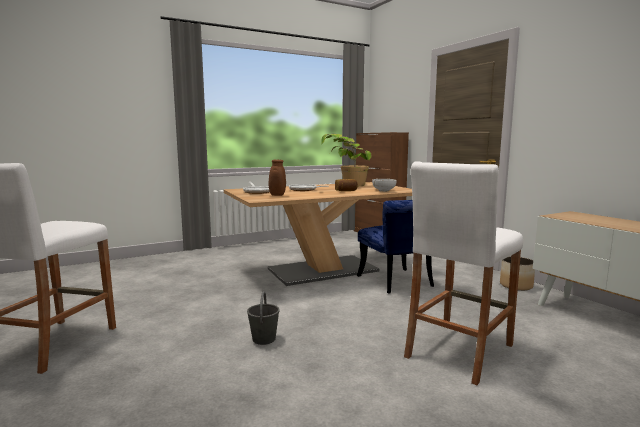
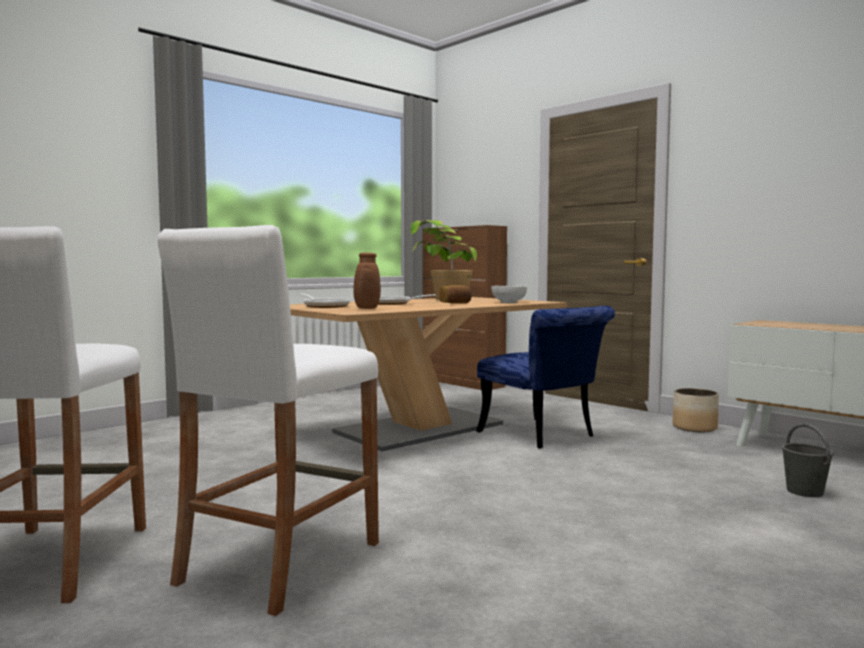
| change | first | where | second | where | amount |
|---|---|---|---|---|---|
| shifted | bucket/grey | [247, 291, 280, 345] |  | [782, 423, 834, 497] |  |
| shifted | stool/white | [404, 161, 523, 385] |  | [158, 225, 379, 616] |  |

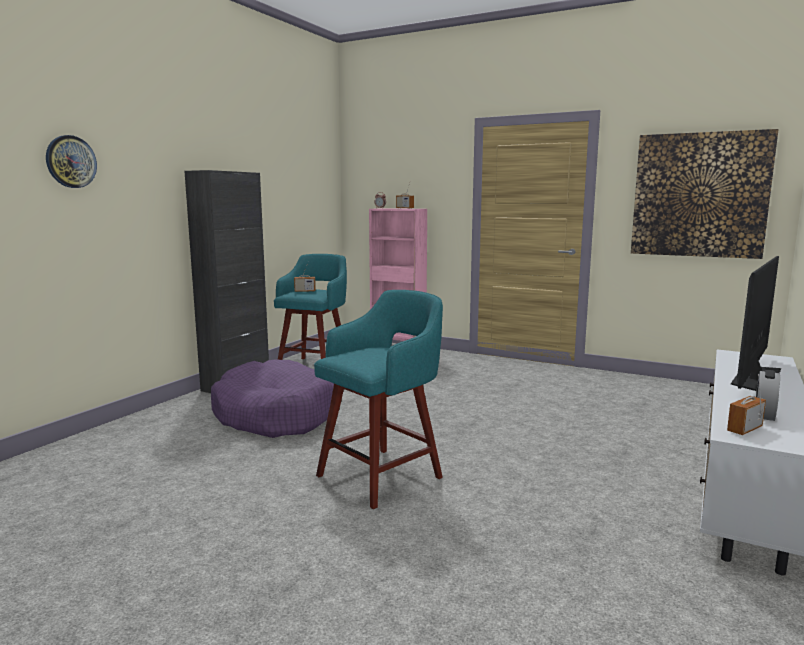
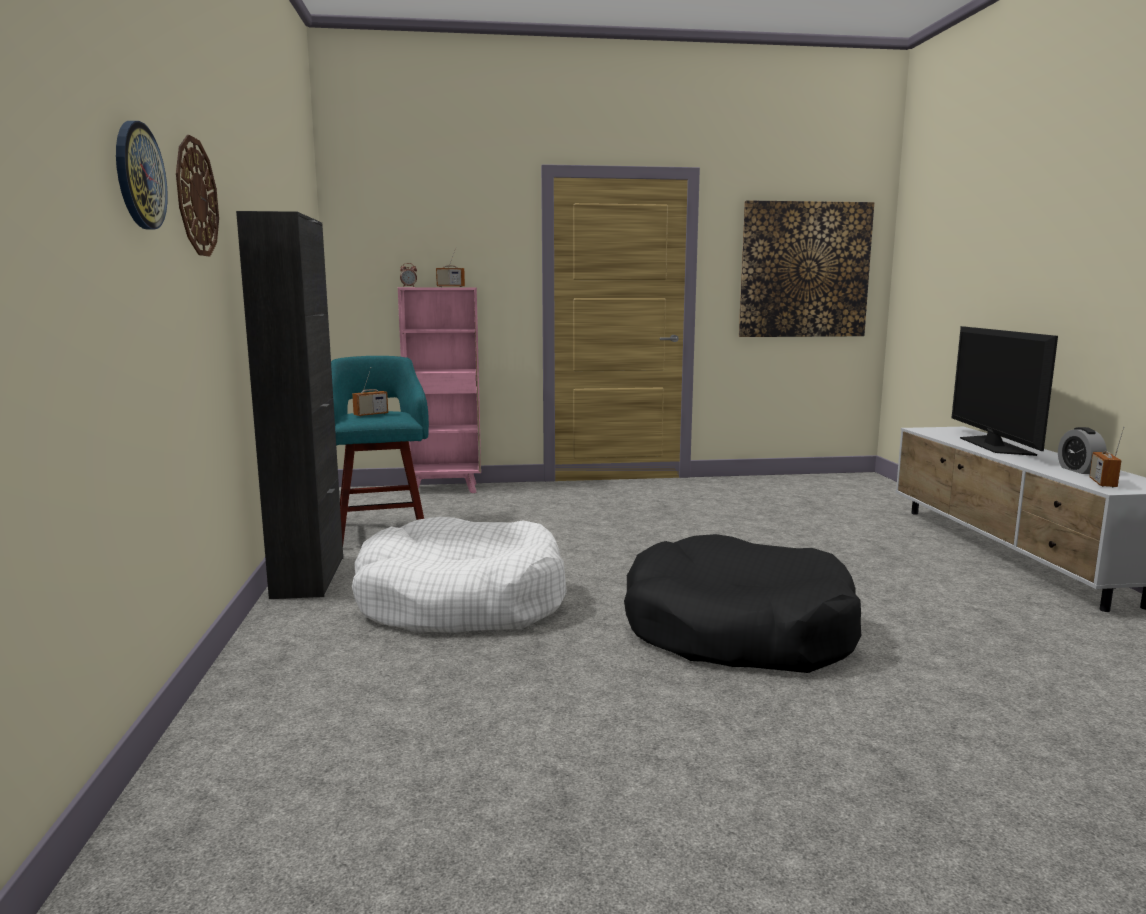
| change | first | where | second | where | amount |
|---|---|---|---|---|---|
| new |  |  | wall clock | [176, 135, 219, 256] |  |
| swapped | stool/turquoise | [314, 290, 443, 509] | dog bed/black | [624, 534, 861, 673] |  |
| repainted | dog bed/purple | [211, 359, 334, 438] | dog bed/white | [352, 517, 567, 633] |  |

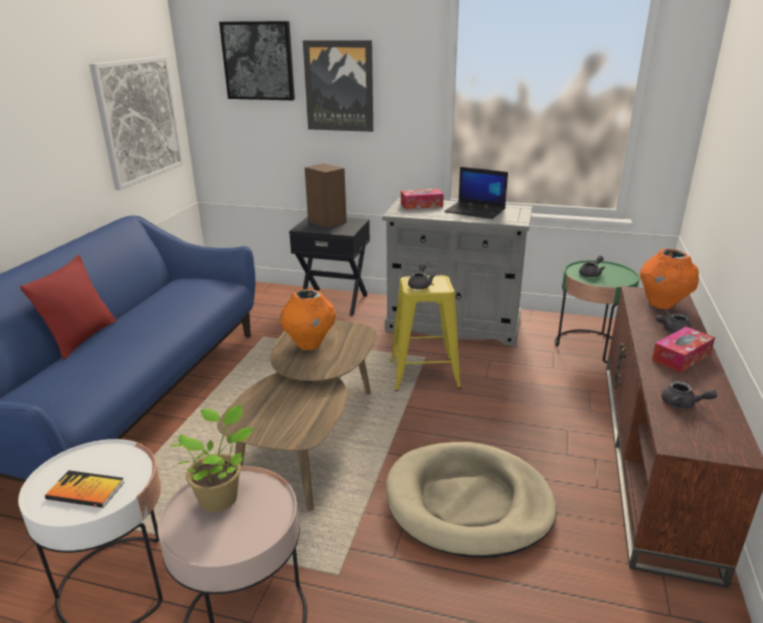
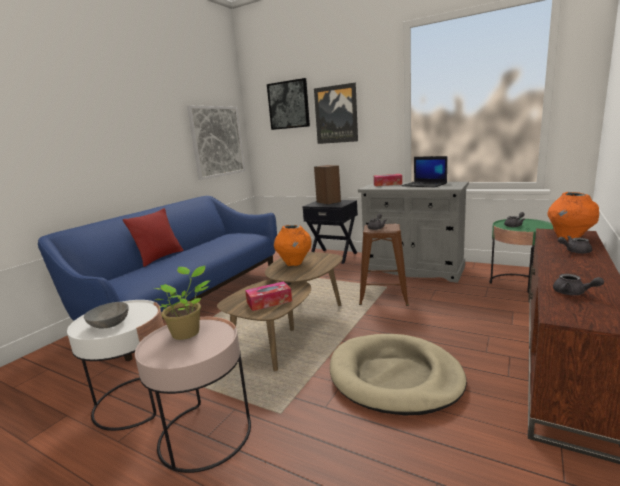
| change | first | where | second | where | amount |
|---|---|---|---|---|---|
| shifted | tissue box | [652, 326, 715, 373] |  | [245, 281, 292, 311] |  |
| swapped | book | [45, 470, 125, 508] | bowl/grey | [84, 302, 129, 328] |  |
| repainted | stool/yellow | [391, 275, 461, 391] | stool/brown | [359, 224, 409, 306] |  |

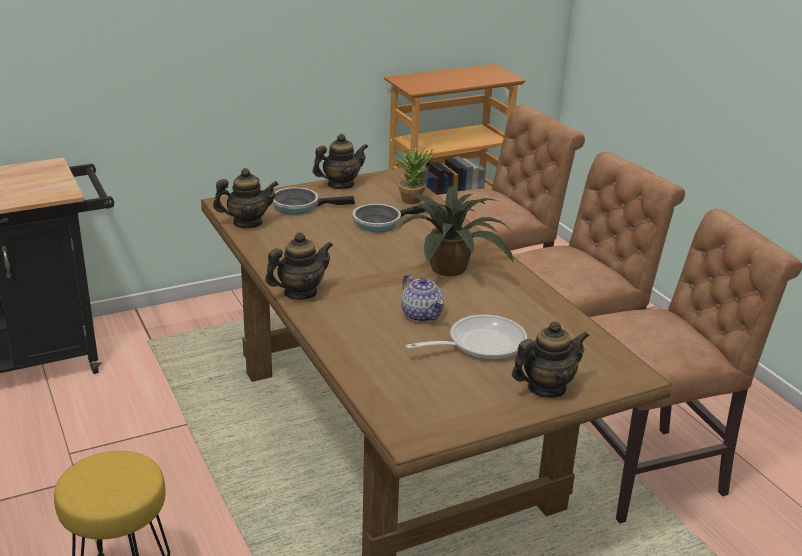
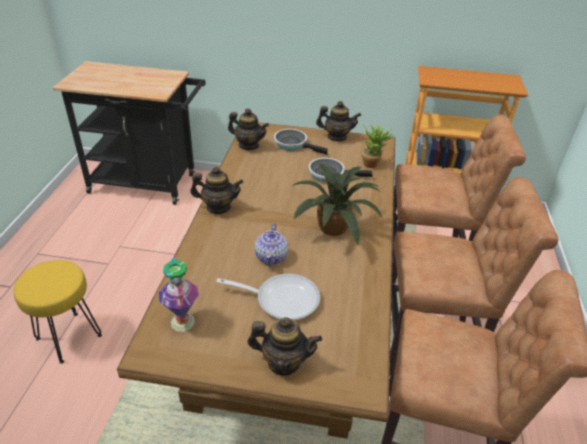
| change | first | where | second | where | amount |
|---|---|---|---|---|---|
| new |  |  | vase | [159, 258, 199, 332] |  |

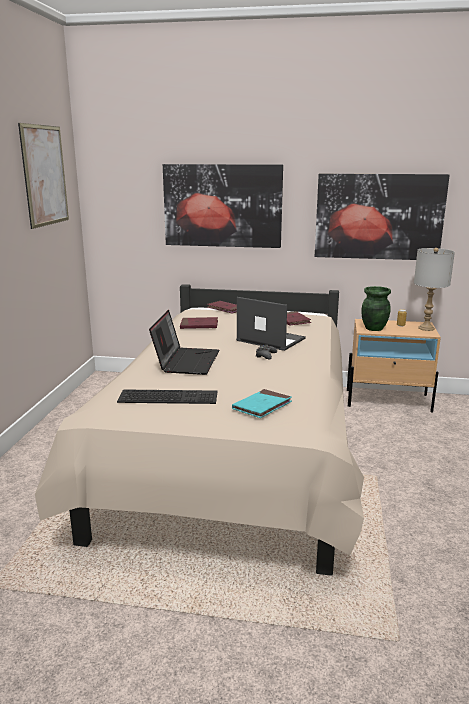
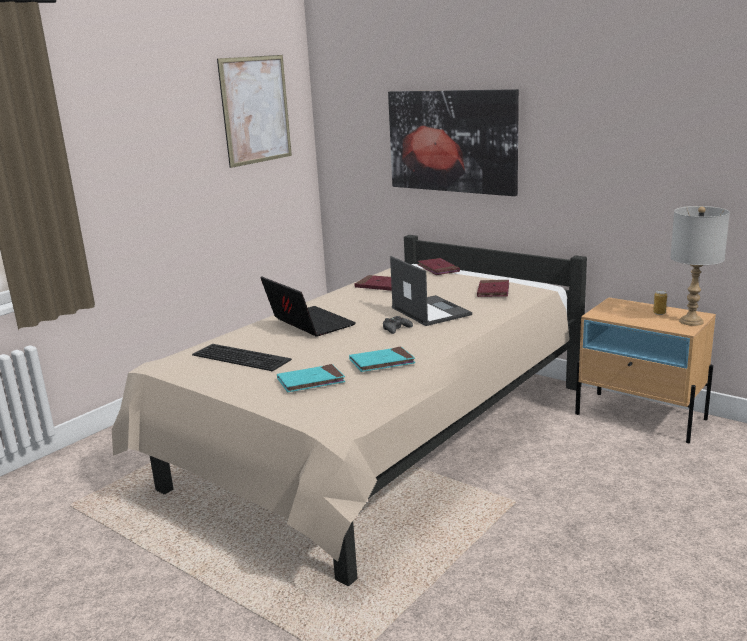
| change | first | where | second | where | amount |
|---|---|---|---|---|---|
| gone | picture | [315, 174, 450, 260] |  |  |  |
| gone | vase/green | [361, 286, 391, 331] |  |  |  |
| new |  |  | book/turquoise | [349, 347, 415, 372] |  |
| rotated | laptop | [149, 310, 219, 375] |  | [260, 276, 356, 337] | 75 degrees counterclockwise |

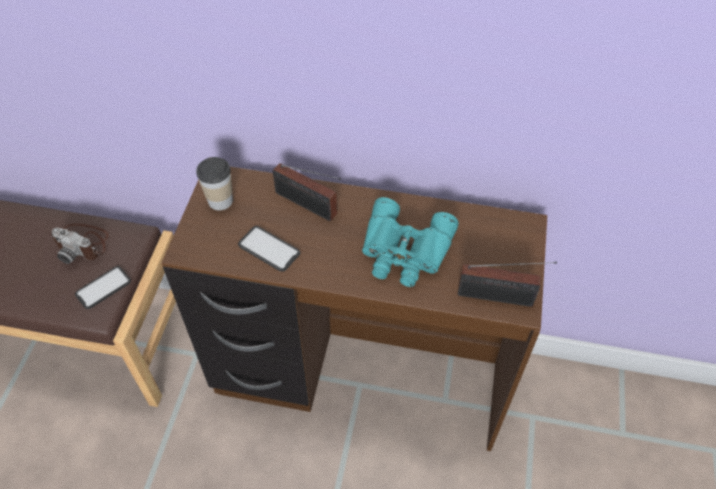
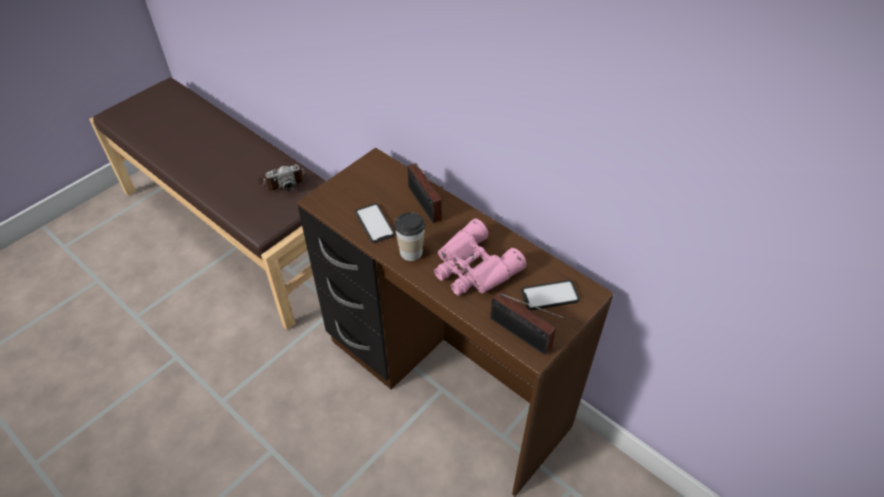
| change | first | where | second | where | amount |
|---|---|---|---|---|---|
| shifted | phone | [75, 266, 131, 309] |  | [521, 280, 580, 310] |  |
| shifted | cup | [196, 157, 233, 210] |  | [395, 212, 425, 261] |  |
| repainted | binoculars/turquoise | [362, 197, 458, 287] | binoculars/pink | [434, 219, 526, 295] |  |
| rotated | photo camera | [51, 223, 109, 264] |  | [258, 164, 306, 191] | 75 degrees counterclockwise |

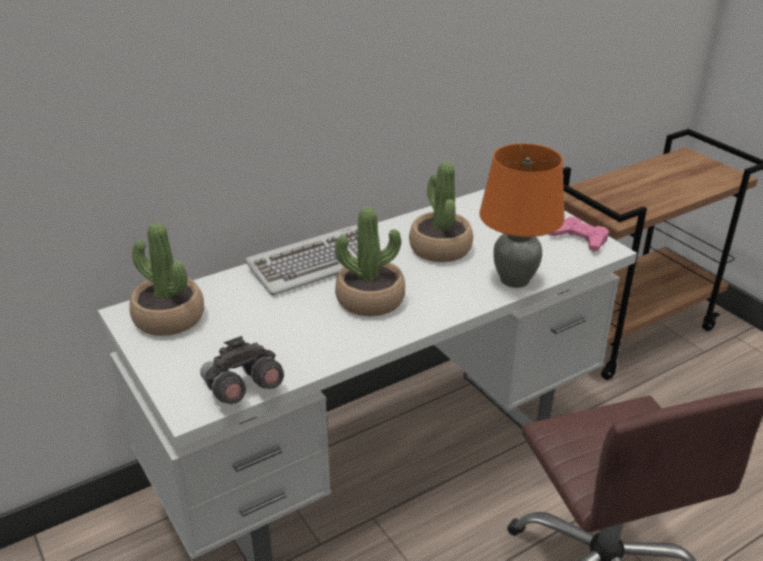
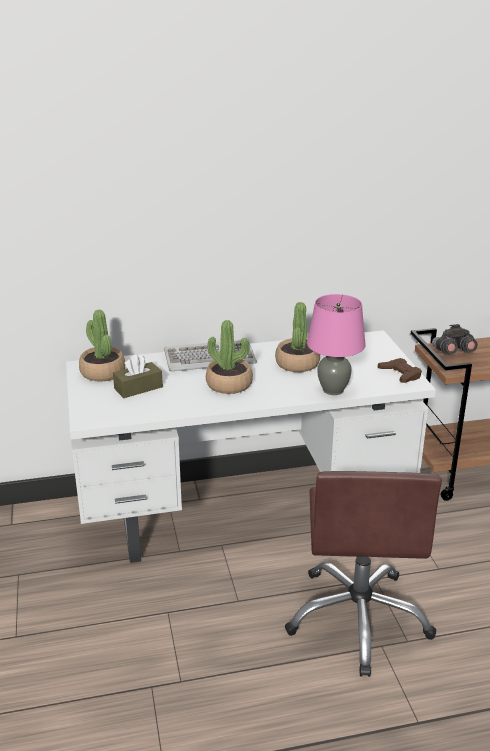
| change | first | where | second | where | amount |
|---|---|---|---|---|---|
| new |  |  | tissue box/brown | [113, 354, 163, 398] |  |
| shifted | binoculars/grey | [200, 336, 284, 404] |  | [432, 324, 478, 354] |  |
| repainted | table lamp/orange | [479, 143, 565, 288] | table lamp/pink | [307, 294, 366, 395] |  |
| repainted | game controller/pink | [548, 217, 609, 252] | game controller/brown | [378, 358, 422, 383] |  |

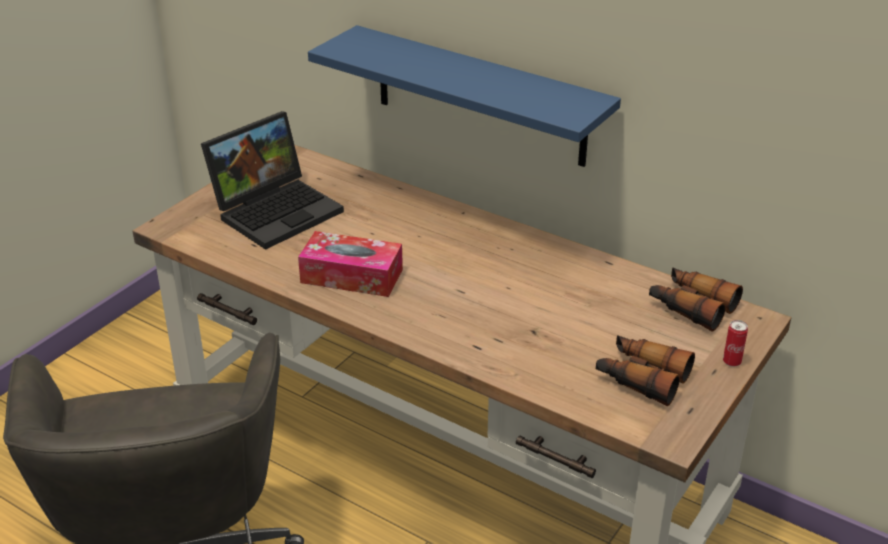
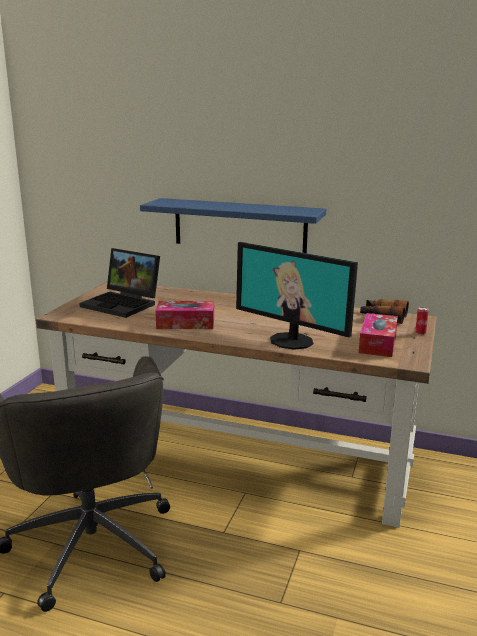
| change | first | where | second | where | amount |
|---|---|---|---|---|---|
| new |  |  | monitor | [236, 242, 358, 350] |  |
| swapped | binoculars | [596, 335, 695, 406] | tissue box | [359, 313, 398, 357] |  |
| rotated | laptop | [201, 111, 344, 250] |  | [79, 248, 160, 318] | 90 degrees clockwise |

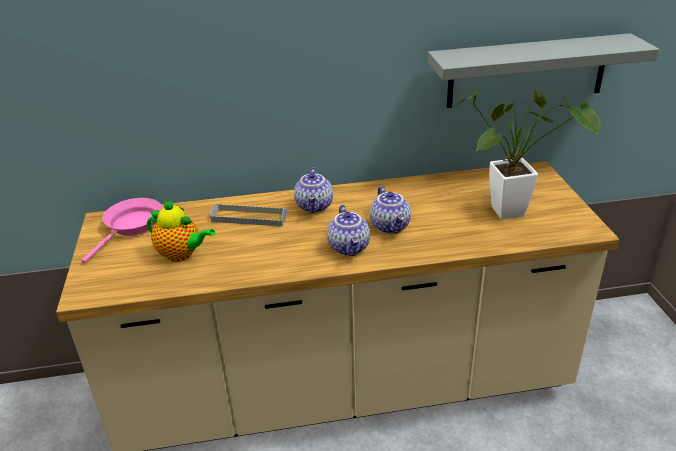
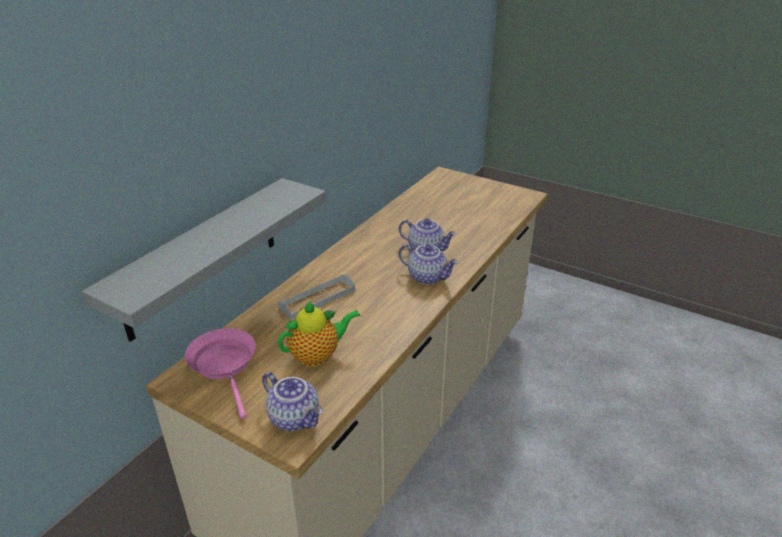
| change | first | where | second | where | amount |
|---|---|---|---|---|---|
| gone | potted plant | [457, 89, 601, 220] |  |  |  |
| shifted | teapot | [294, 167, 333, 213] |  | [262, 372, 323, 431] |  |
| shifted | shelf/grey | [427, 33, 659, 108] |  | [81, 178, 326, 342] |  |

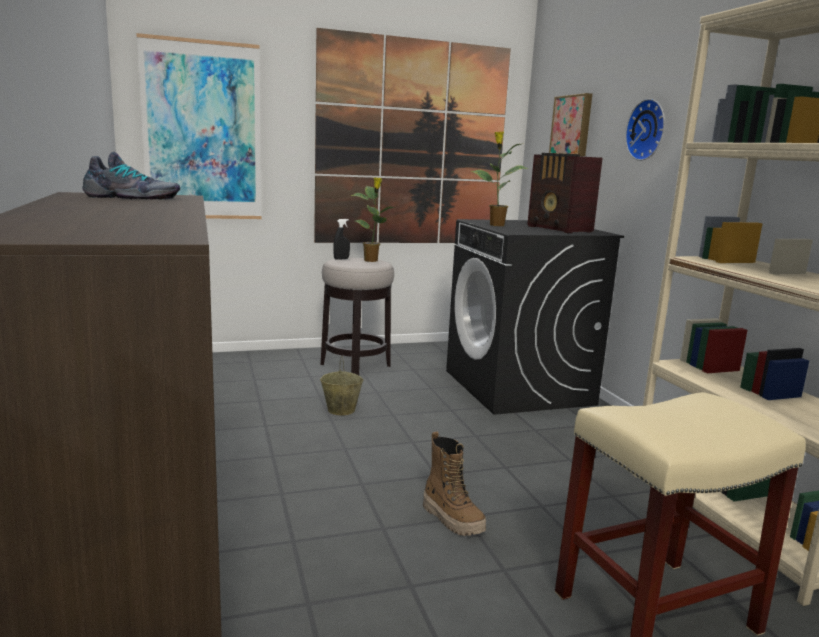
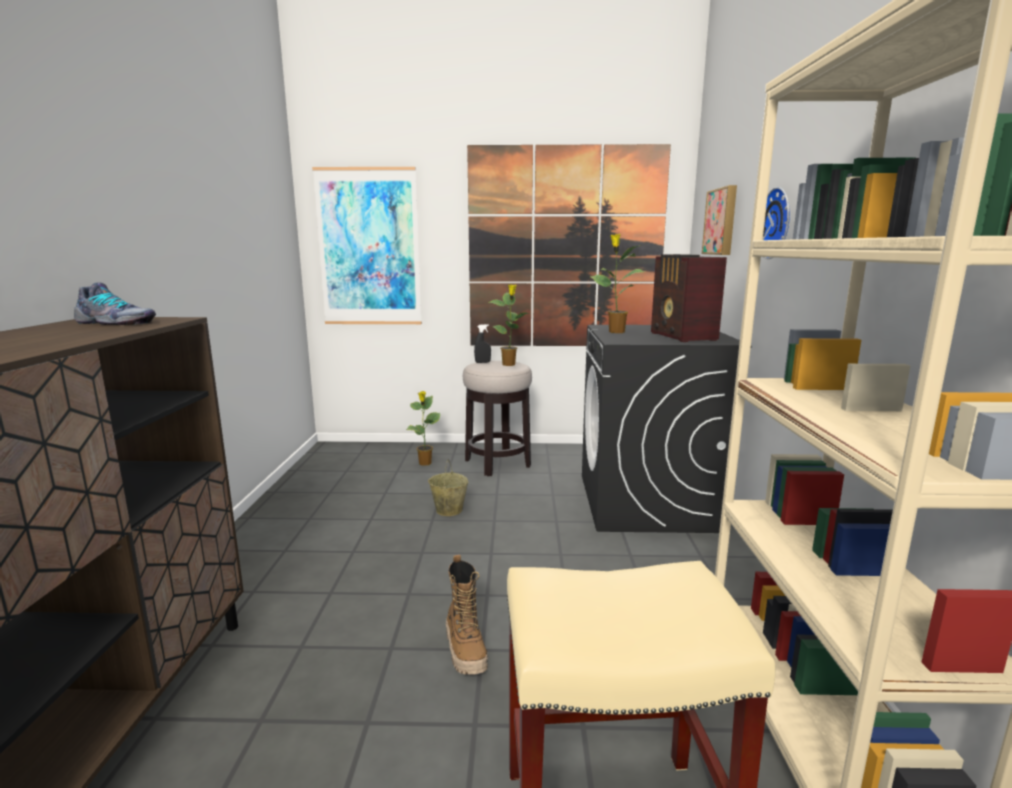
| change | first | where | second | where | amount |
|---|---|---|---|---|---|
| new |  |  | potted plant | [406, 391, 440, 466] |  |

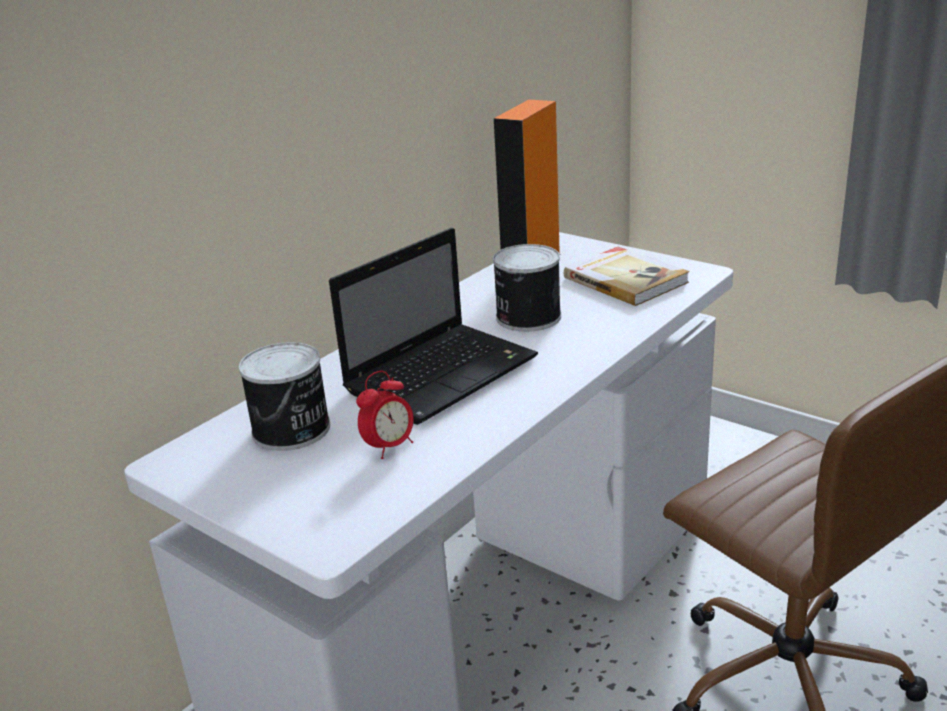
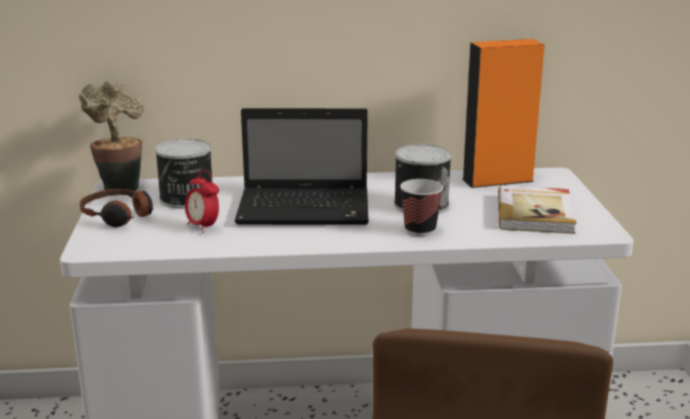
| change | first | where | second | where | amount |
|---|---|---|---|---|---|
| new |  |  | potted plant | [78, 81, 144, 191] |  |
| new |  |  | headphones | [80, 189, 154, 227] |  |
| new |  |  | cup | [400, 179, 443, 236] |  |
| rotated | alarm clock | [356, 371, 414, 459] |  | [185, 170, 219, 233] | 45 degrees clockwise |

